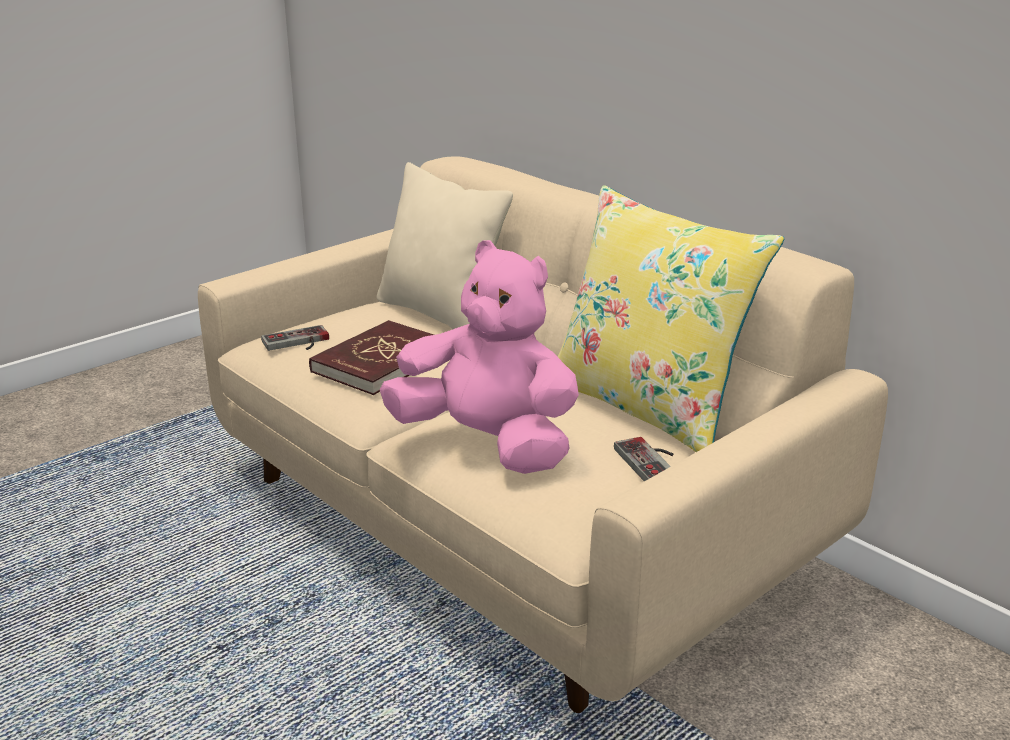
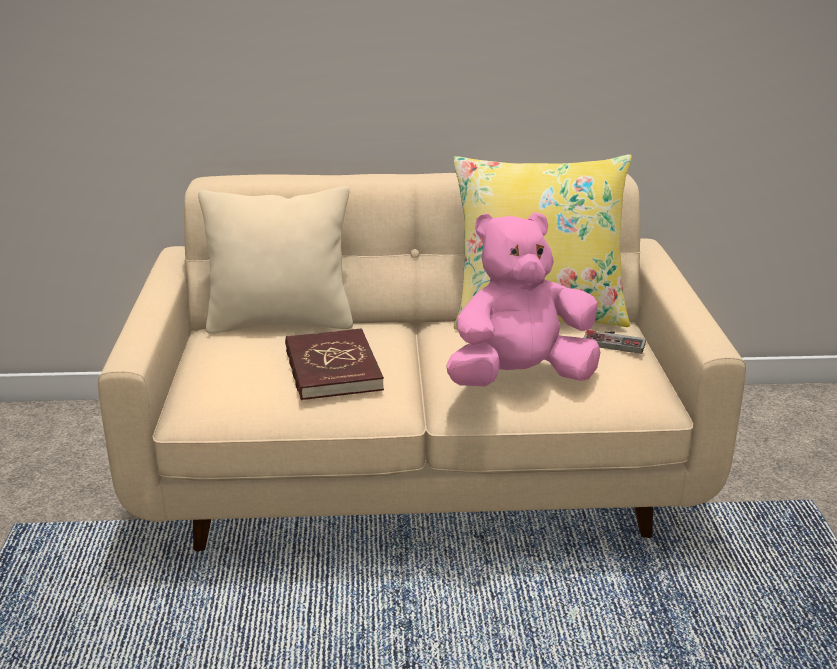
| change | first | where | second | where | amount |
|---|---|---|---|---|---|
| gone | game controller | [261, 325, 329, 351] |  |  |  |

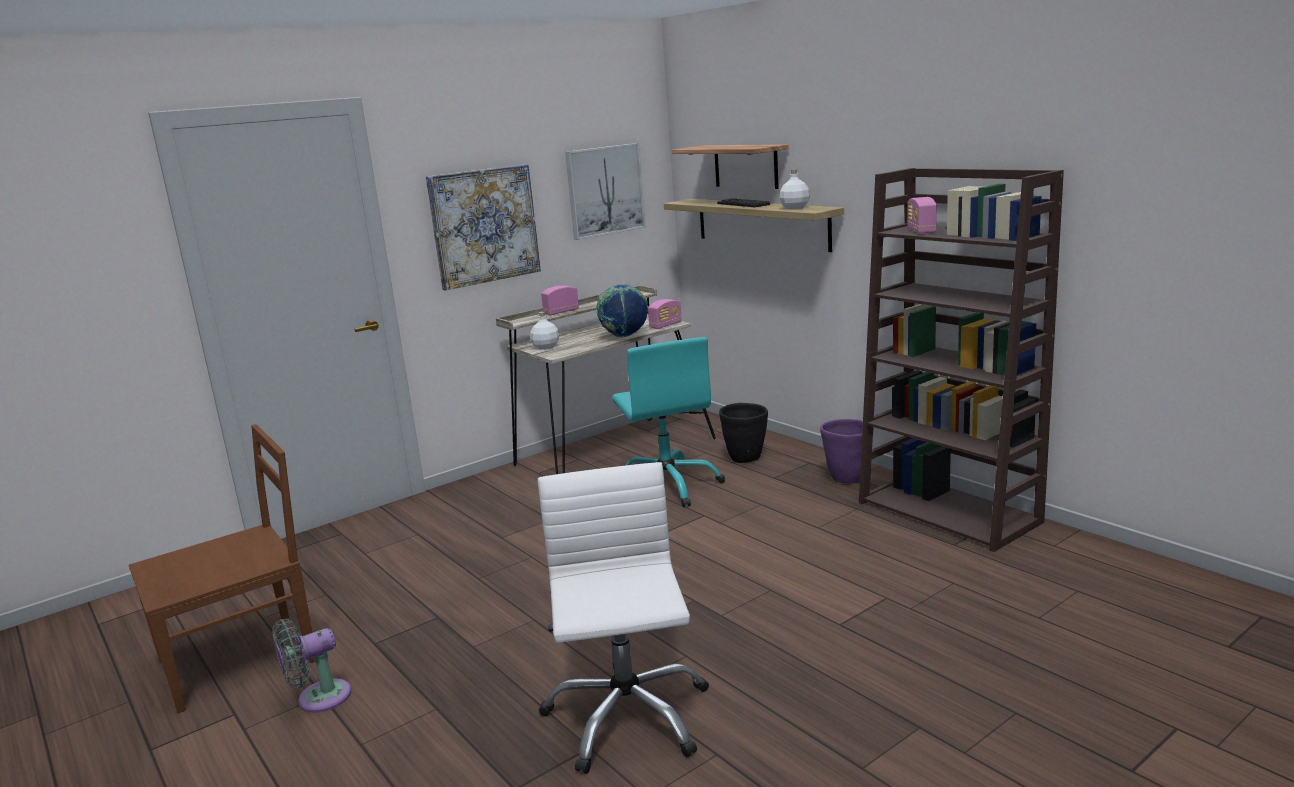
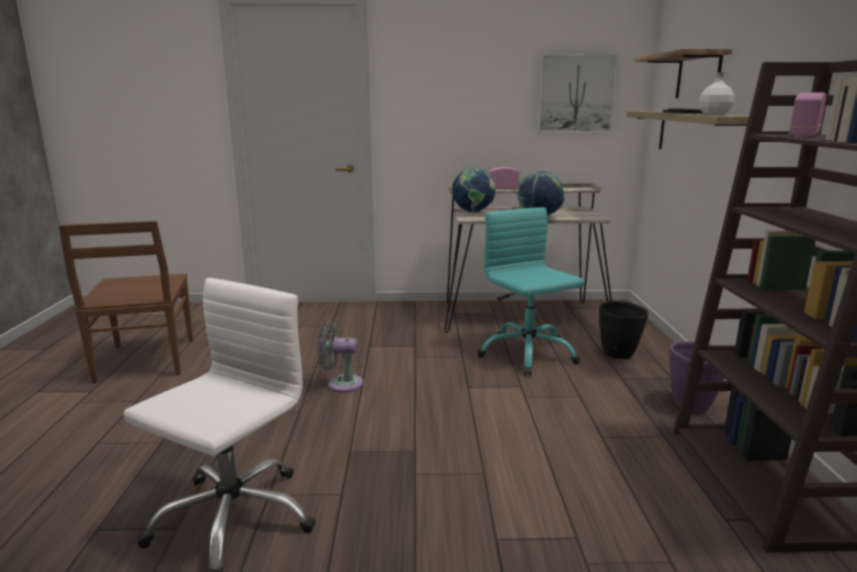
| change | first | where | second | where | amount |
|---|---|---|---|---|---|
| gone | picture | [426, 164, 541, 291] |  |  |  |
| gone | radio | [648, 299, 682, 329] |  |  |  |
| shifted | fan/grey | [272, 619, 351, 713] |  | [317, 322, 363, 393] |  |
| swapped | bottle/white | [530, 312, 559, 350] | globe | [452, 168, 496, 213] |  |
| rotated | chair/brown | [129, 424, 314, 714] |  | [59, 221, 193, 383] | 75 degrees clockwise |
| rotated | office chair/turquoise | [612, 337, 725, 507] |  | [477, 207, 585, 376] | 135 degrees clockwise |

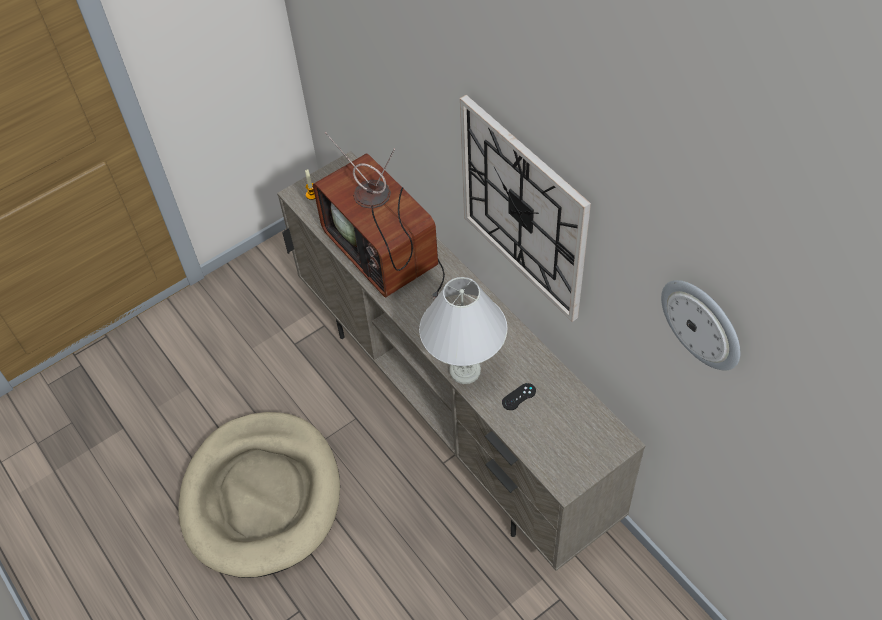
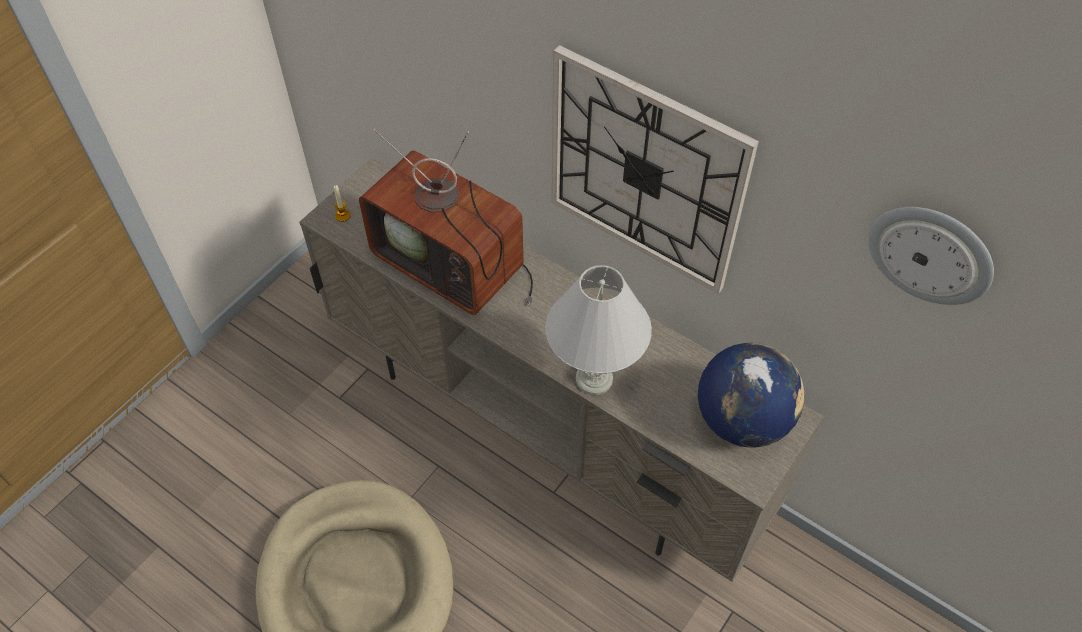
| change | first | where | second | where | amount |
|---|---|---|---|---|---|
| gone | game controller/black | [502, 383, 536, 410] |  |  |  |
| new |  |  | globe | [698, 343, 804, 448] |  |

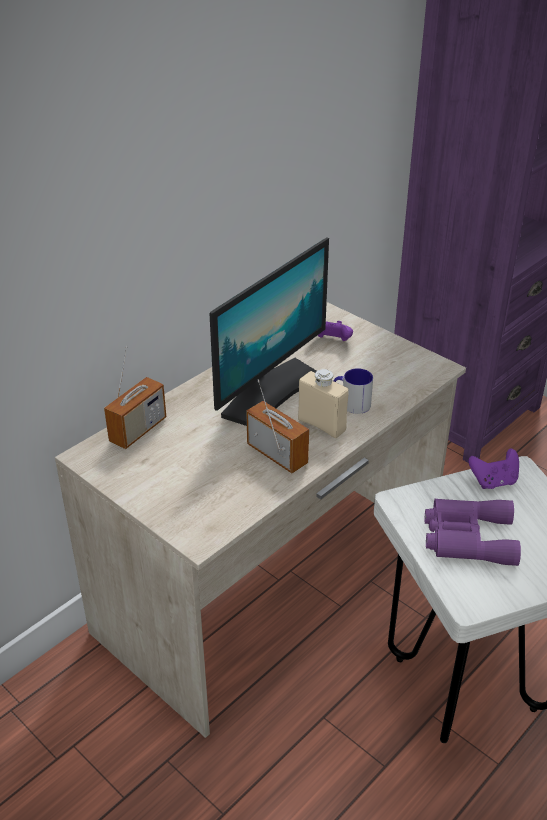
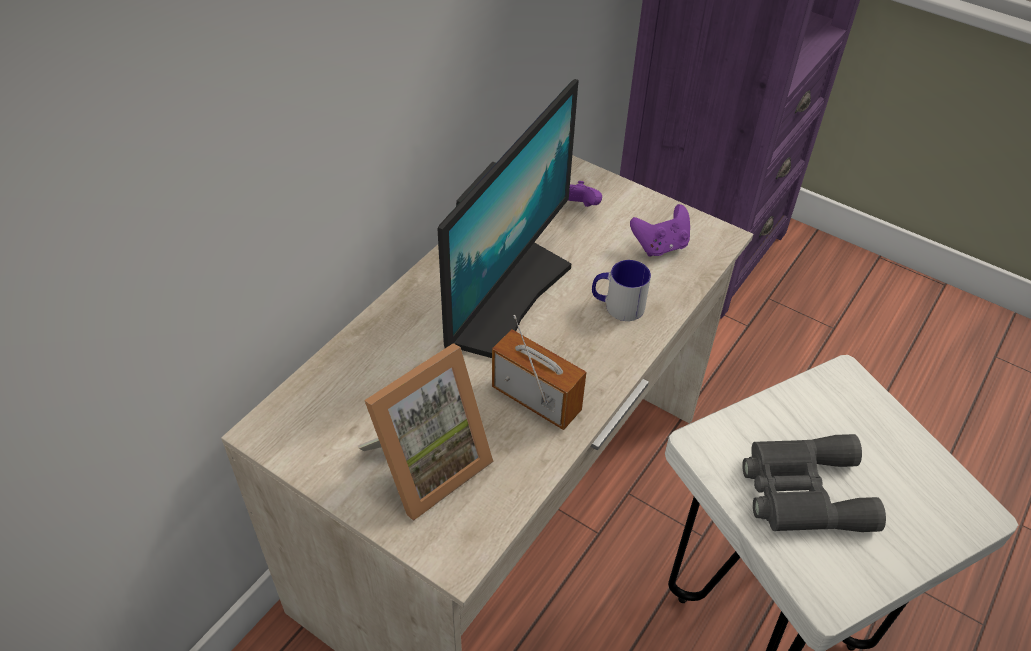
| change | first | where | second | where | amount |
|---|---|---|---|---|---|
| gone | radio | [104, 345, 166, 449] |  |  |  |
| gone | bottle/beige | [298, 369, 349, 438] |  |  |  |
| new |  |  | picture frame | [358, 343, 493, 521] |  |
| shifted | game controller/purple | [468, 448, 519, 489] |  | [630, 204, 690, 257] |  |
| repainted | binoculars/purple | [425, 499, 521, 566] | binoculars/grey | [742, 434, 886, 532] |  |

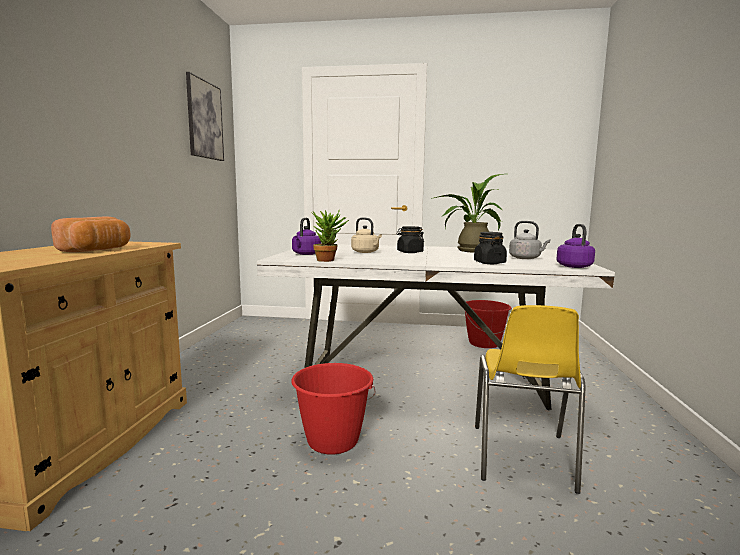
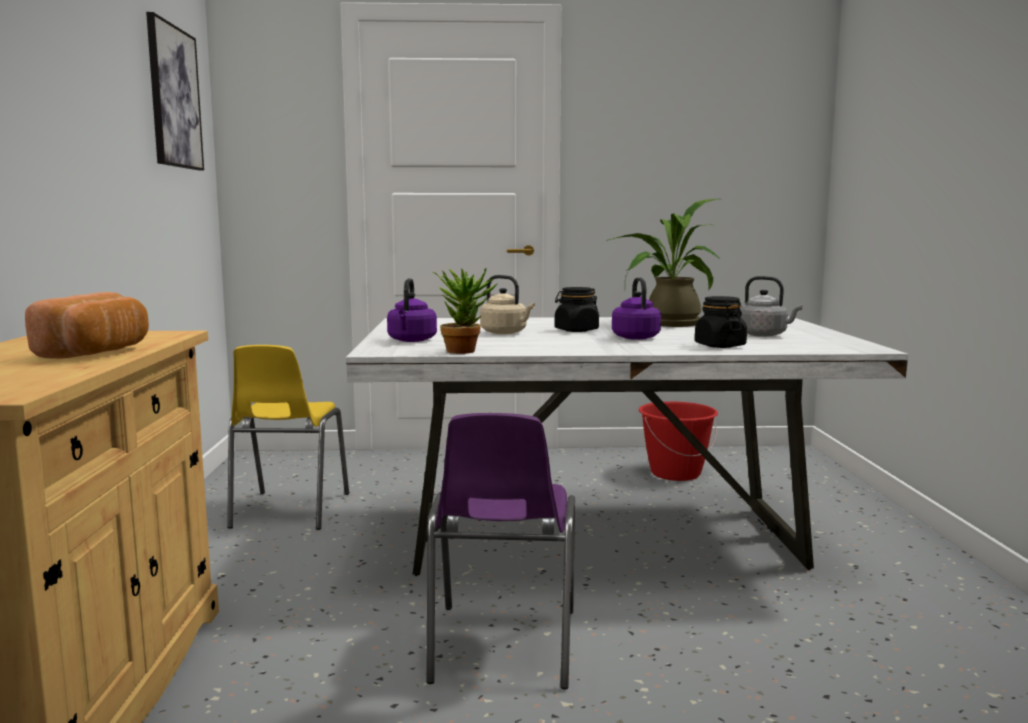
| change | first | where | second | where | amount |
|---|---|---|---|---|---|
| shifted | chair/yellow | [475, 305, 585, 494] |  | [227, 345, 349, 530] |  |
| shifted | kettle/purple | [556, 224, 595, 268] |  | [612, 277, 661, 340] |  |
| swapped | bucket/red | [291, 363, 376, 455] | chair/purple | [426, 413, 575, 689] |  |

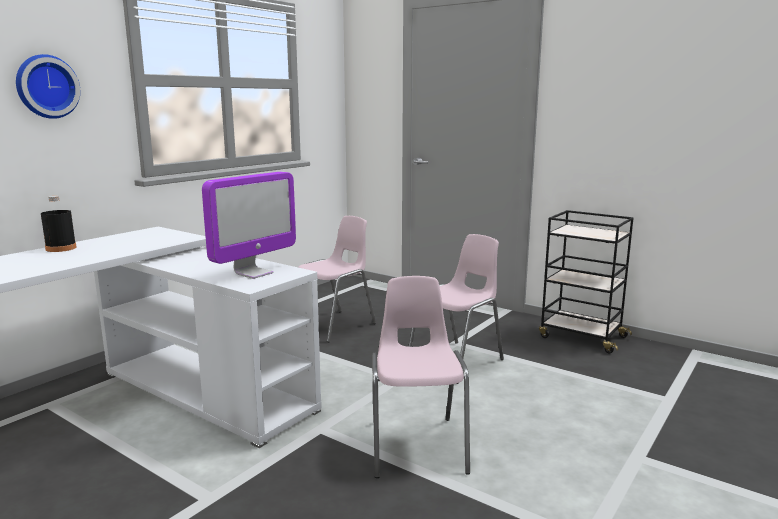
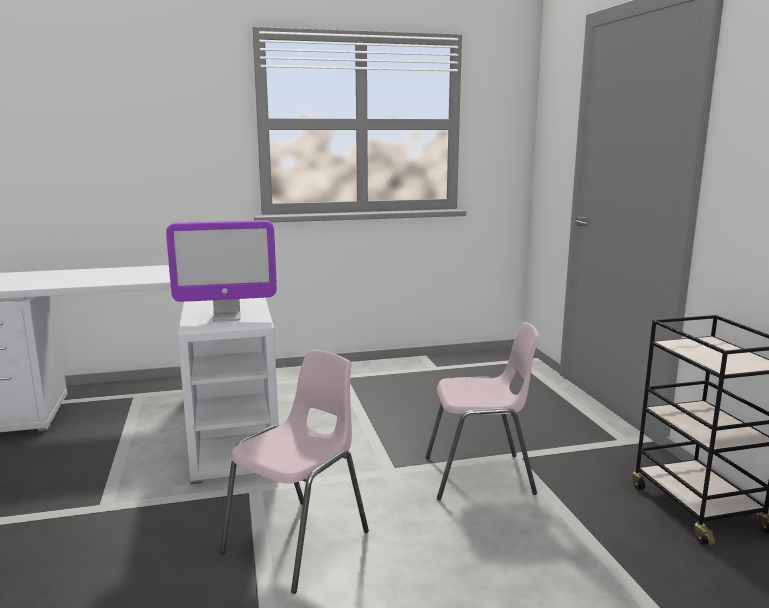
| change | first | where | second | where | amount |
|---|---|---|---|---|---|
| gone | wall clock | [16, 54, 80, 119] |  |  |  |
| gone | bottle/black | [41, 196, 77, 252] |  |  |  |
| gone | chair/pink | [298, 216, 376, 343] |  |  |  |

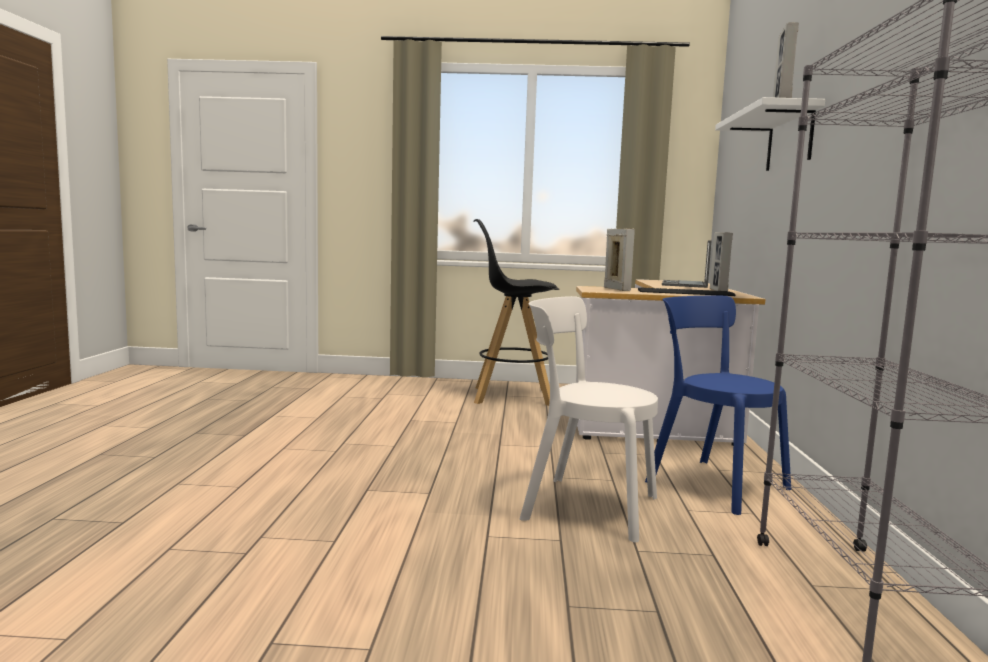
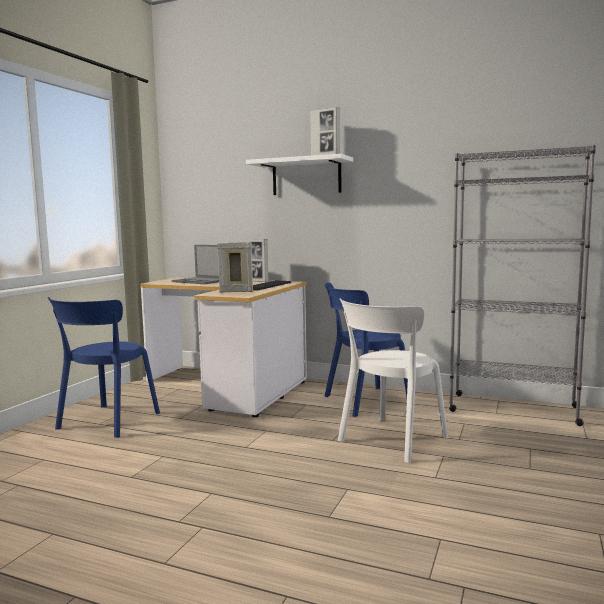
| change | first | where | second | where | amount |
|---|---|---|---|---|---|
| swapped | stool/black | [473, 219, 559, 406] | chair/blue | [48, 297, 160, 438] |  |

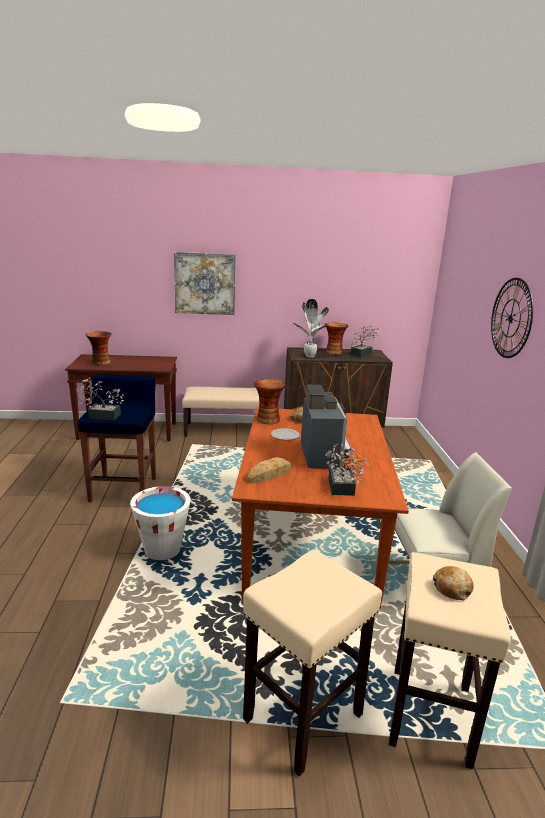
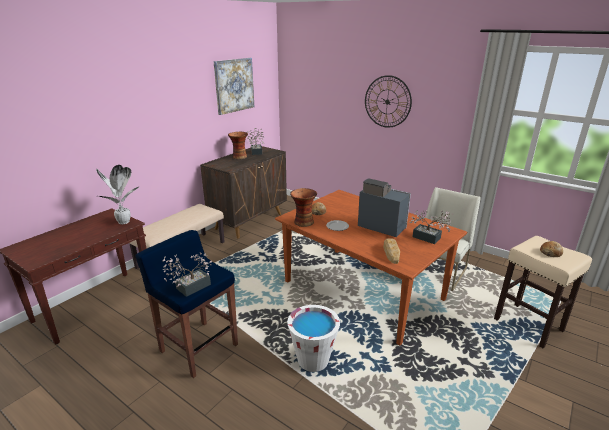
| change | first | where | second | where | amount |
|---|---|---|---|---|---|
| gone | vase | [86, 331, 112, 365] |  |  |  |
| gone | stool/beige | [243, 549, 382, 777] |  |  |  |
| shifted | picture | [174, 252, 235, 315] |  | [214, 58, 254, 115] |  |
| shifted | potted plant | [293, 299, 329, 357] |  | [96, 165, 139, 224] |  |

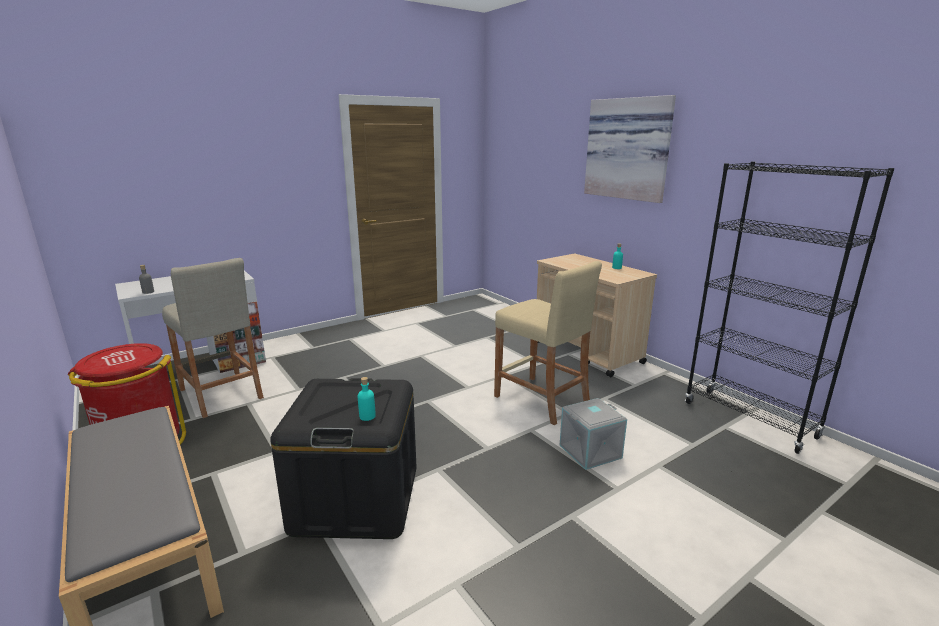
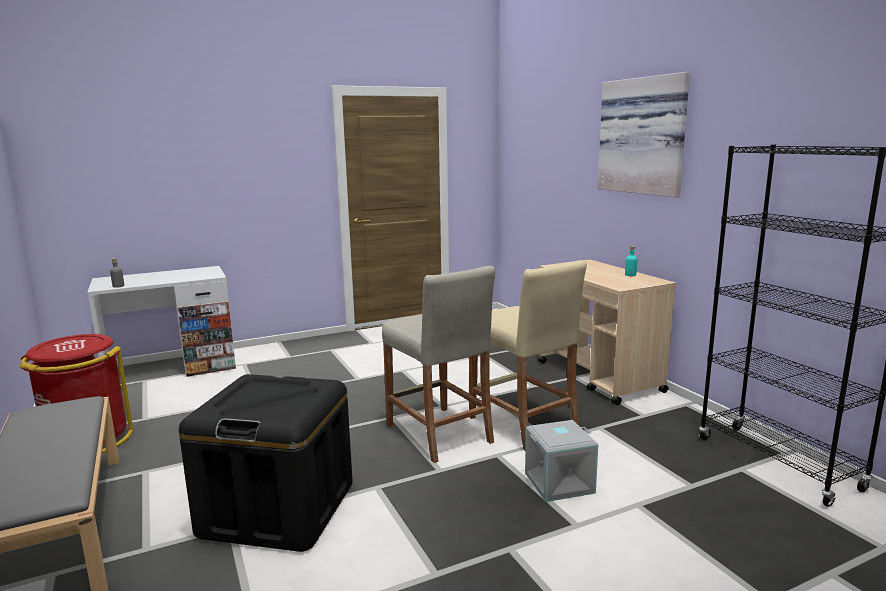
| change | first | where | second | where | amount |
|---|---|---|---|---|---|
| gone | bottle/turquoise | [358, 377, 376, 421] |  |  |  |
| shifted | stool/beige | [162, 258, 264, 418] |  | [382, 266, 496, 463] |  |

